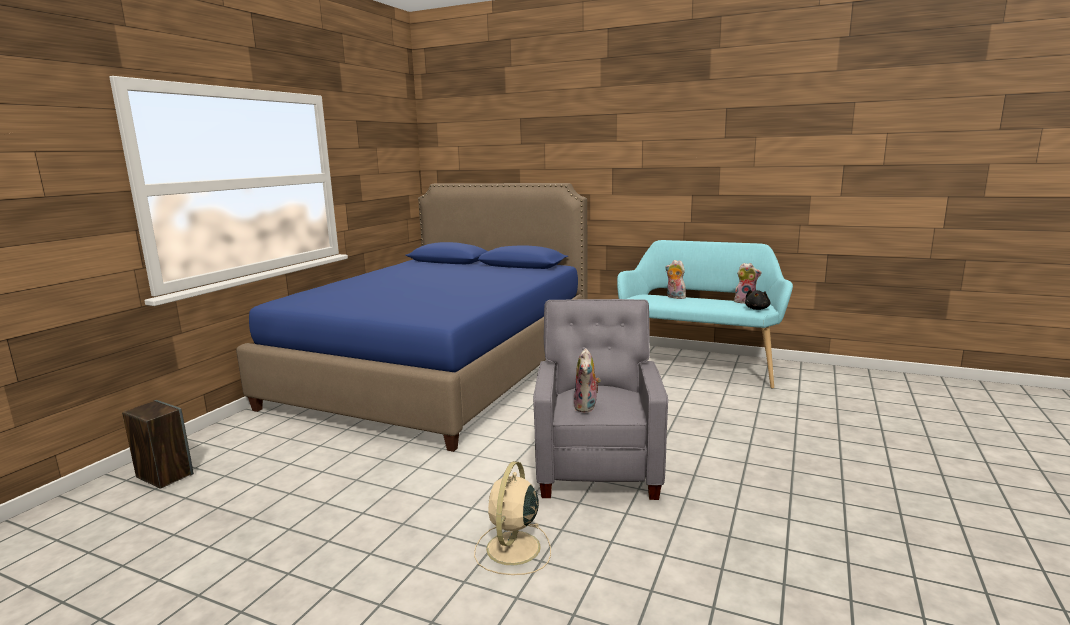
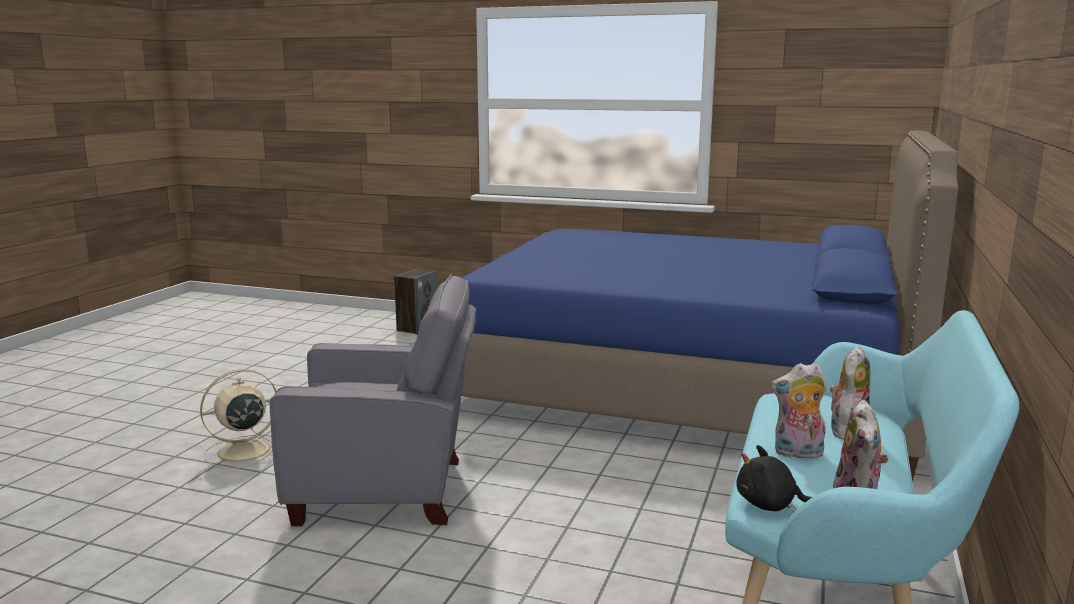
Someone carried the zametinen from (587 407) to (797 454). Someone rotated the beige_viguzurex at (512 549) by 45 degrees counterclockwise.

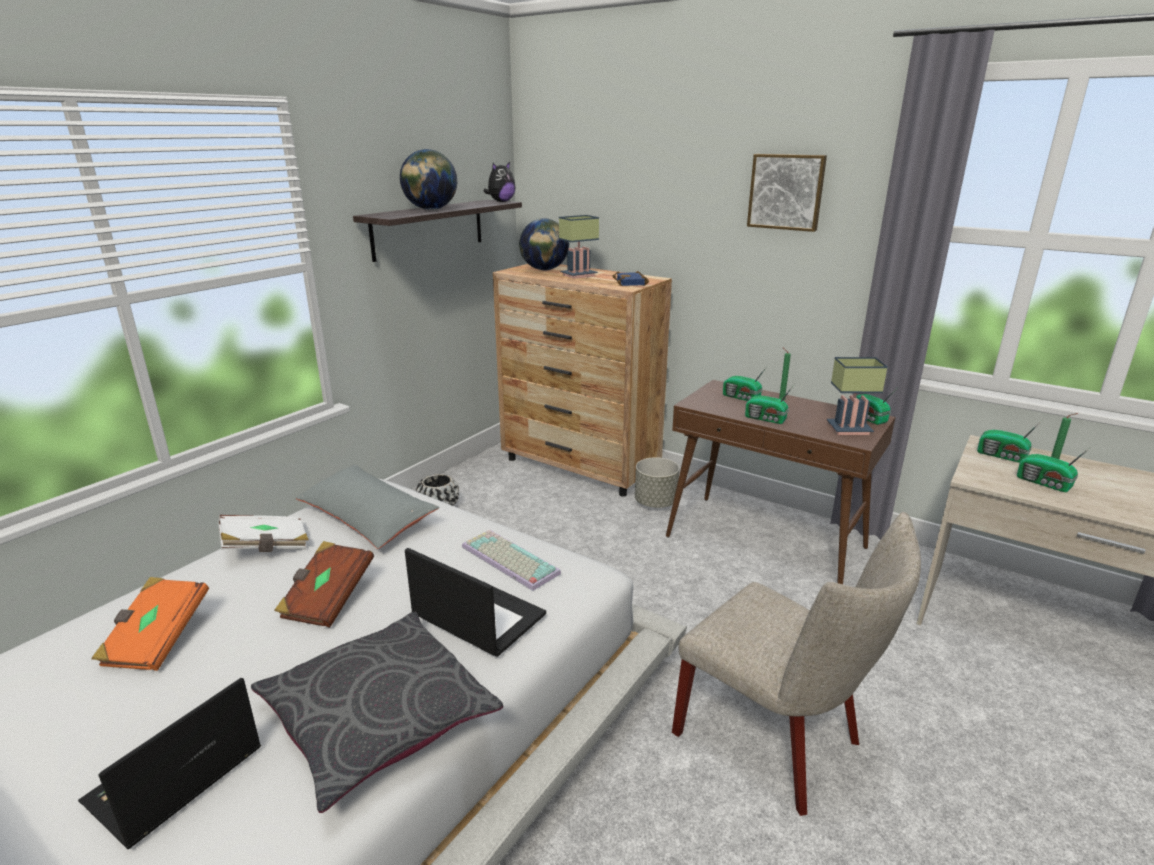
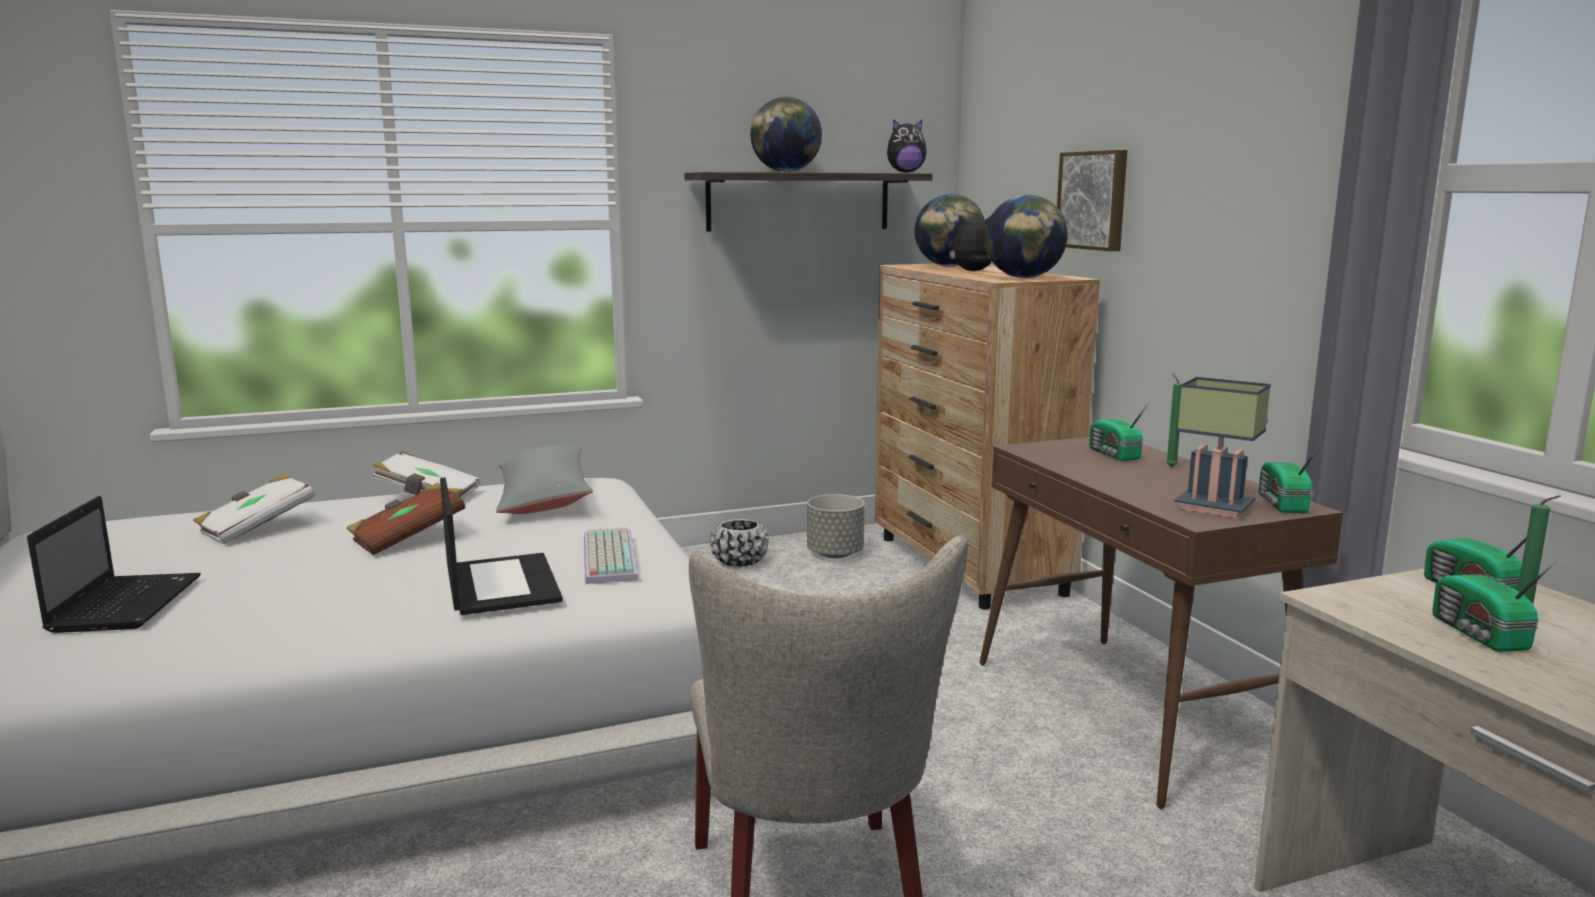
Someone took away the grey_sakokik at (378 717). Someone took away the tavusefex at (766 419). Someone carried the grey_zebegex from (655 502) to (835 554). Someone carried the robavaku from (786 192) to (1094 200). Someone swapped the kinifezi at (578 276) for the zametinen at (973 271). Someone swapped the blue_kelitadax at (632 283) for the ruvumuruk at (1023 278). Someone repainted the orange_kelitadax at (157 639), which became the white_kelitadax at (257 528). Someone rotated the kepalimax at (173 780) by 105 degrees clockwise.

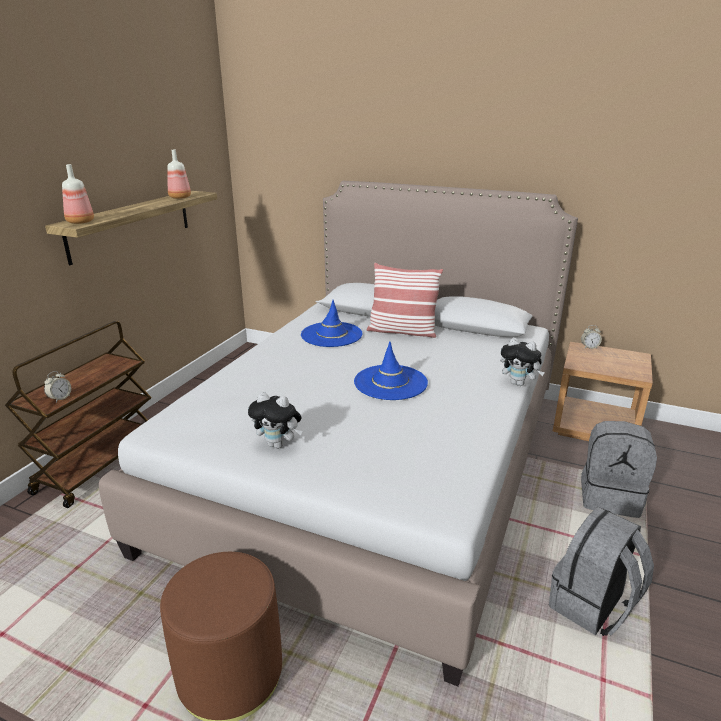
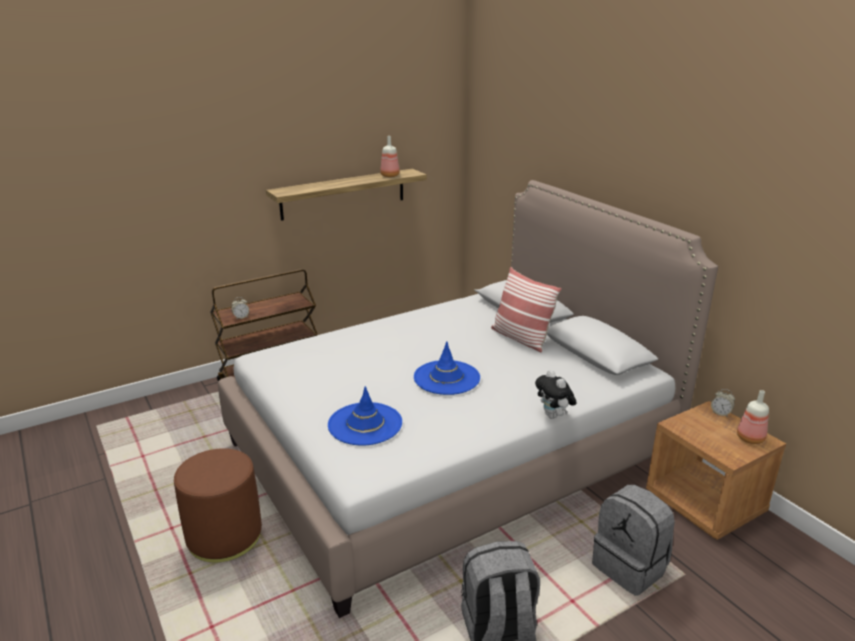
Someone took away the zametinen at (278 445). Someone carried the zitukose from (79 222) to (749 438). Someone carried the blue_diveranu from (331 335) to (365 424).

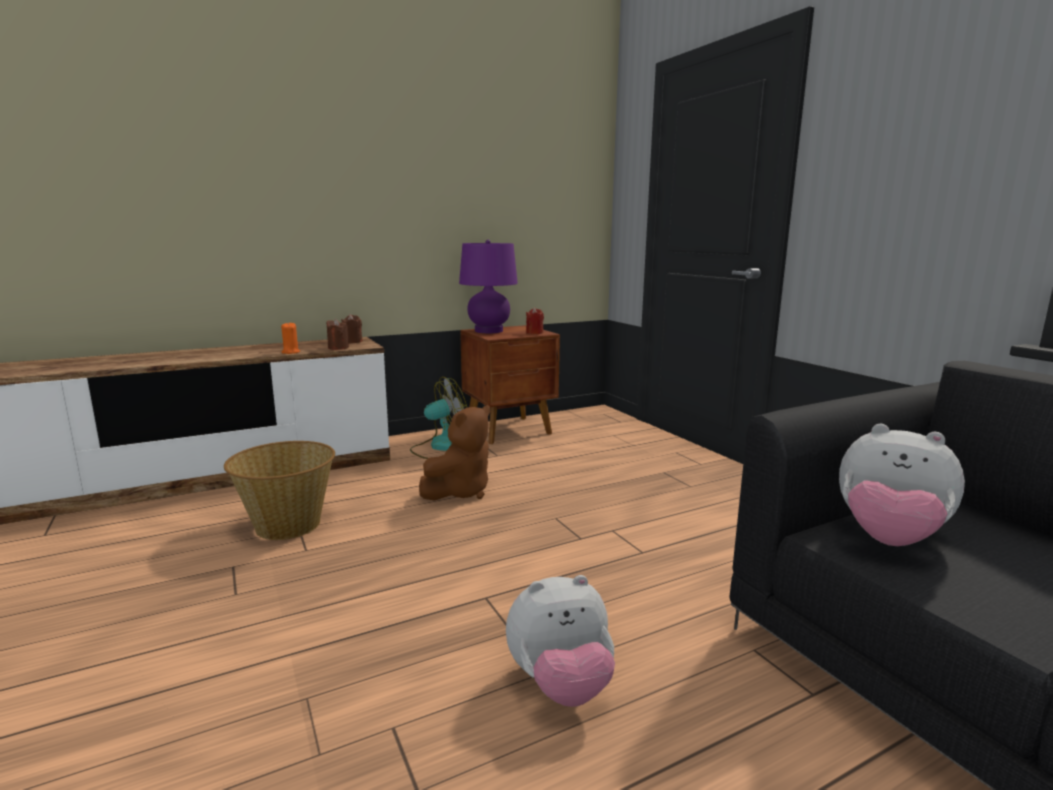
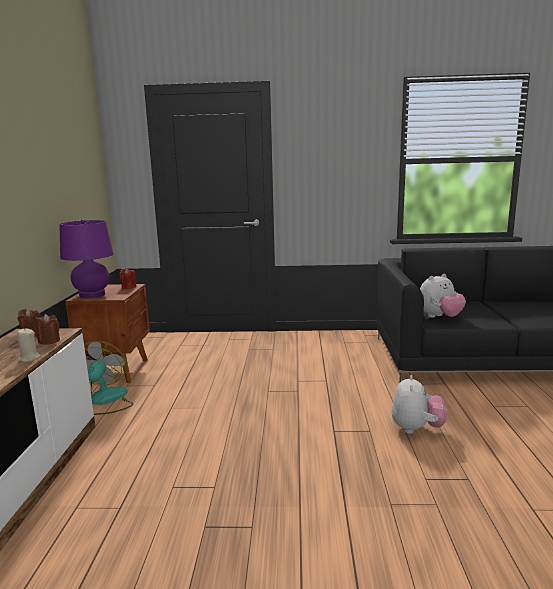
Someone took away the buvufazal at (288 524). Someone took away the brown_zametinen at (460 491). Someone repainted the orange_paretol at (290 352), which became the beige_paretol at (29 358).

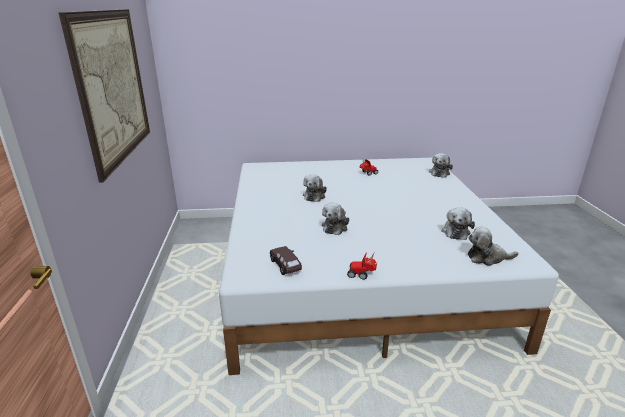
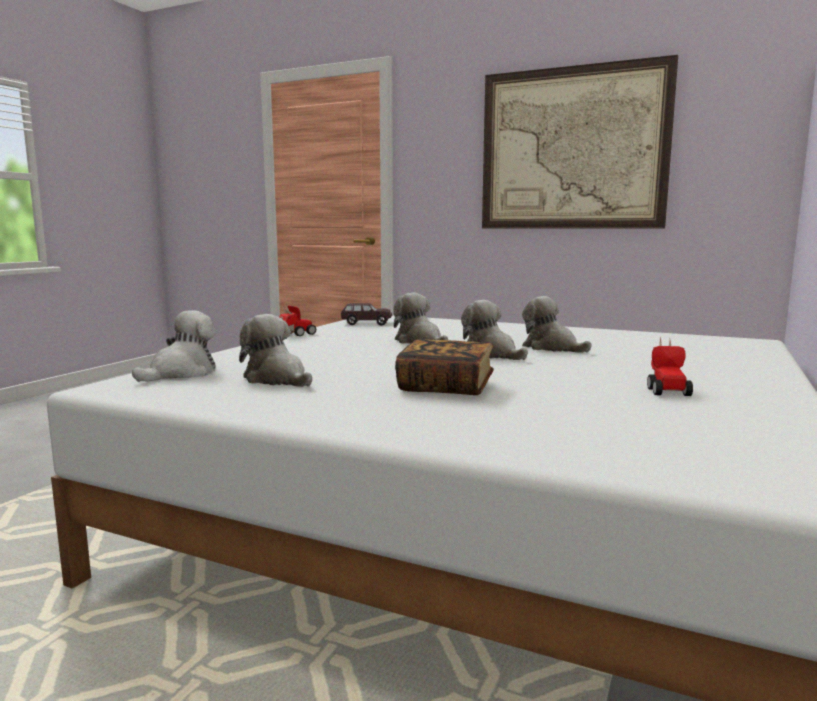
Someone put down the kelitadax at (445 387). Someone carried the zametinen from (439 173) to (491 354).

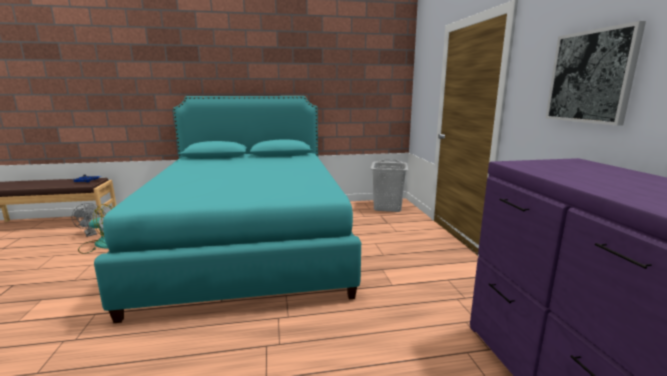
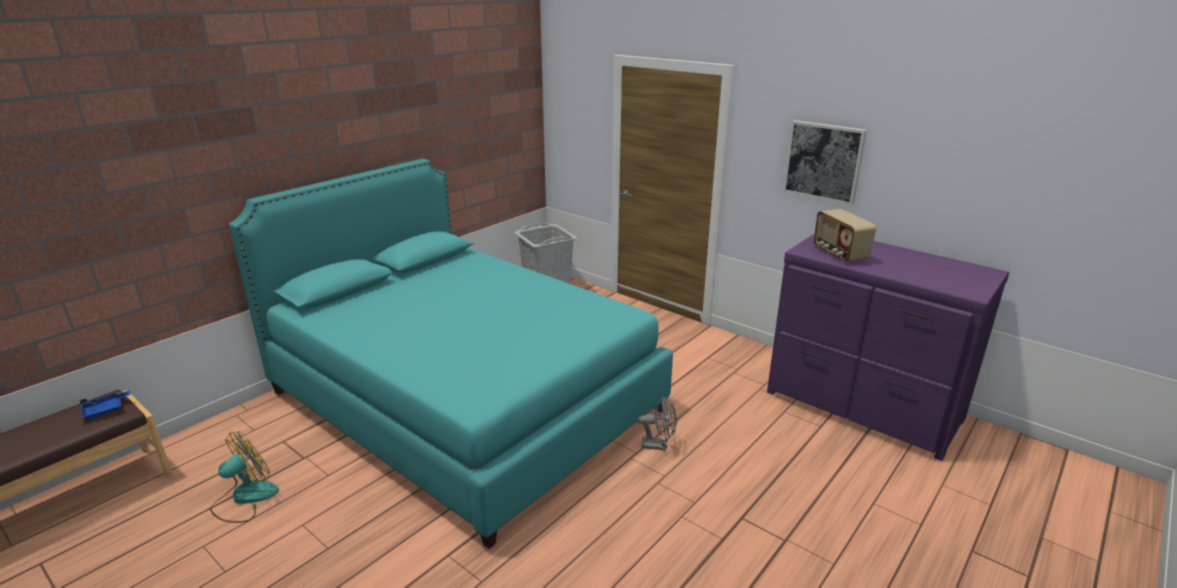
Someone put down the tavusefex at (839 254). Someone carried the grey_viguzurex from (91 234) to (658 445).

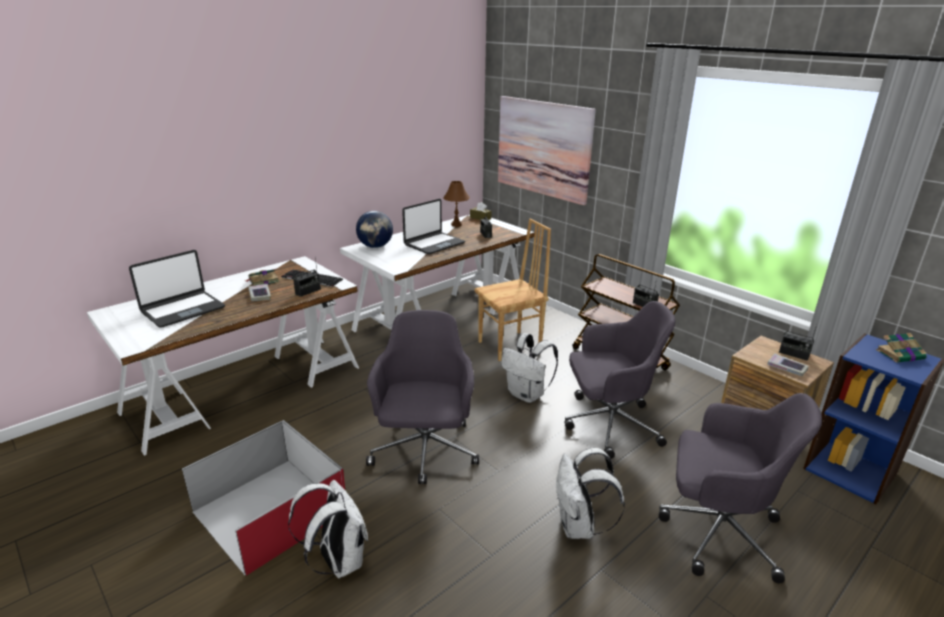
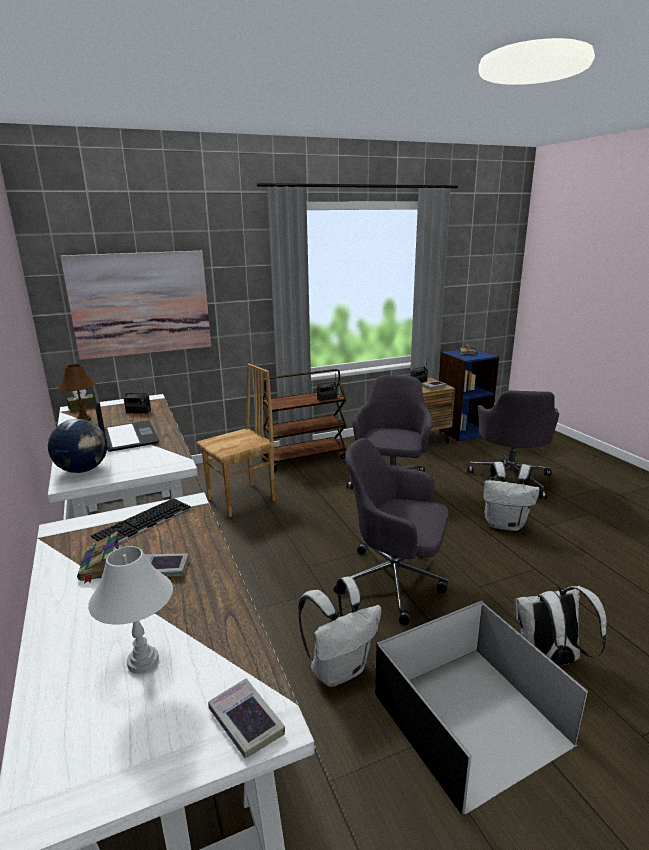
Someone took away the tavusefex at (308 291). Someone put down the kelitadax at (246 722). Someone carried the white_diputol from (527 395) to (339 669). Someone swapped the kepalimax at (182 310) for the white_kinifezi at (143 662). Someone repainted the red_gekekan at (268 510), which became the black_gekekan at (468 719). Someone rotated the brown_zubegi at (510 346) by 60 degrees clockwise. Someone rotated the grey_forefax at (717 531) by 150 degrees clockwise.

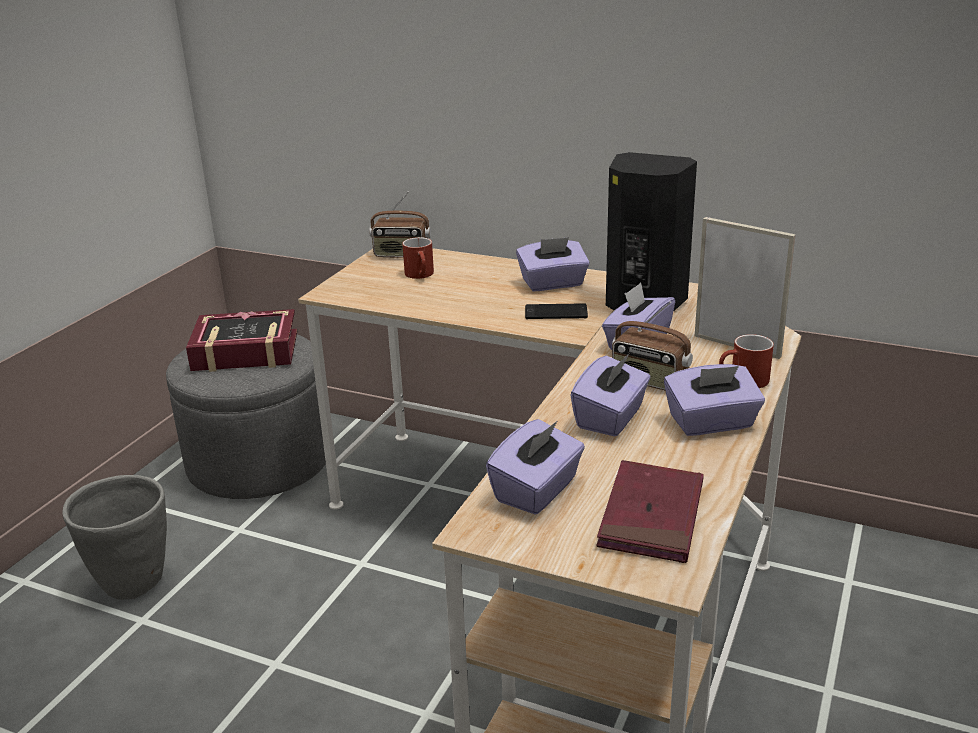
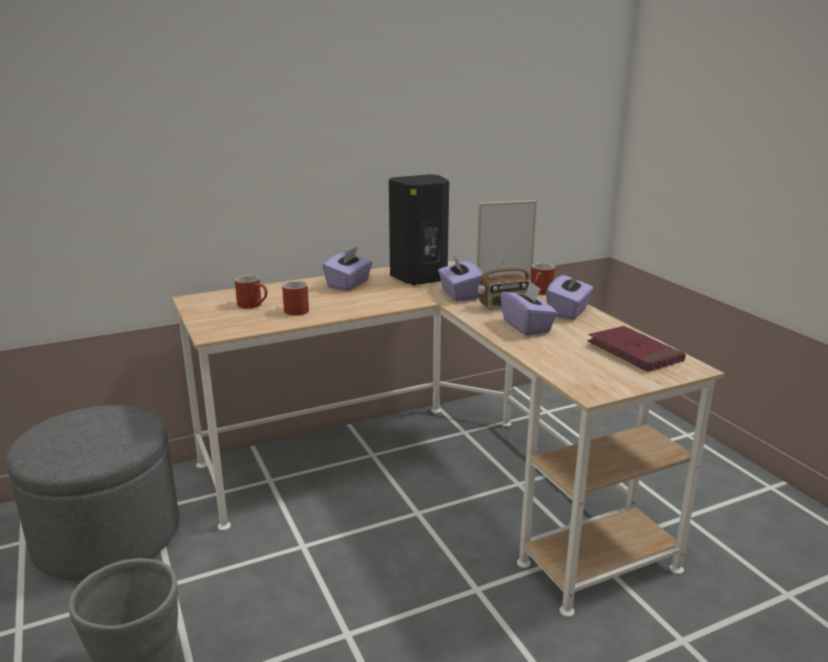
Someone took away the kelitadax at (245 351). Someone took away the tavusefex at (401 254). Someone took away the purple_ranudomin at (537 490). Someone took away the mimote at (556 312). Someone put down the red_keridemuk at (294 309).

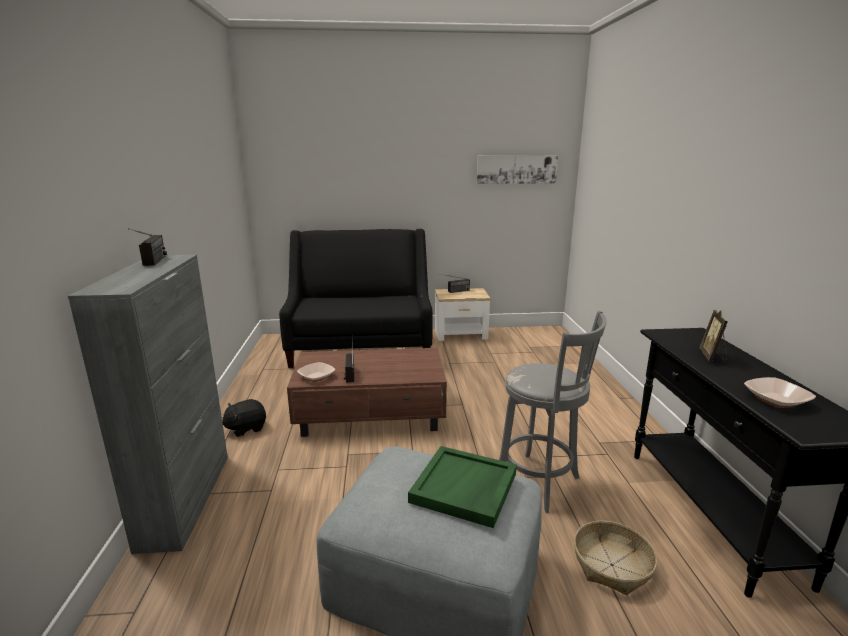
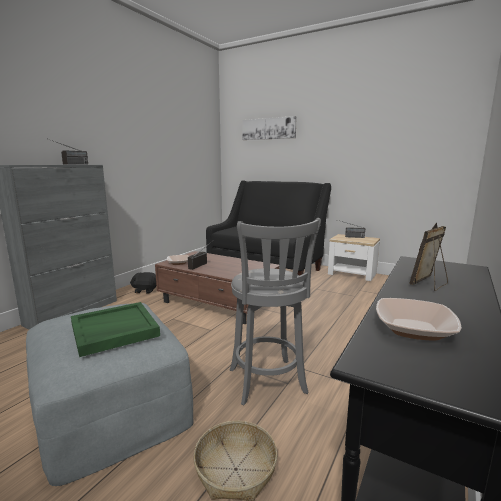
Someone carried the robavaku from (516 169) to (268 128).

